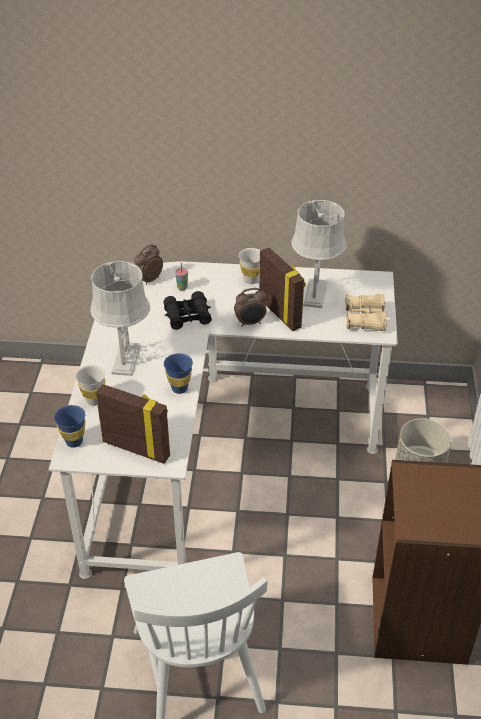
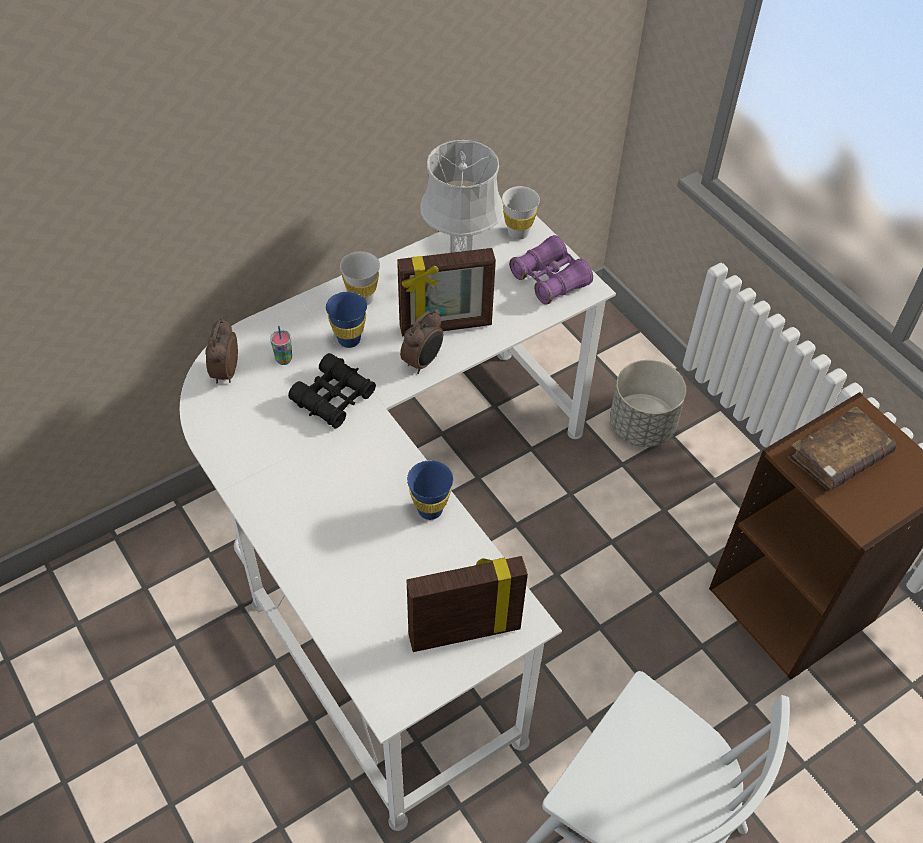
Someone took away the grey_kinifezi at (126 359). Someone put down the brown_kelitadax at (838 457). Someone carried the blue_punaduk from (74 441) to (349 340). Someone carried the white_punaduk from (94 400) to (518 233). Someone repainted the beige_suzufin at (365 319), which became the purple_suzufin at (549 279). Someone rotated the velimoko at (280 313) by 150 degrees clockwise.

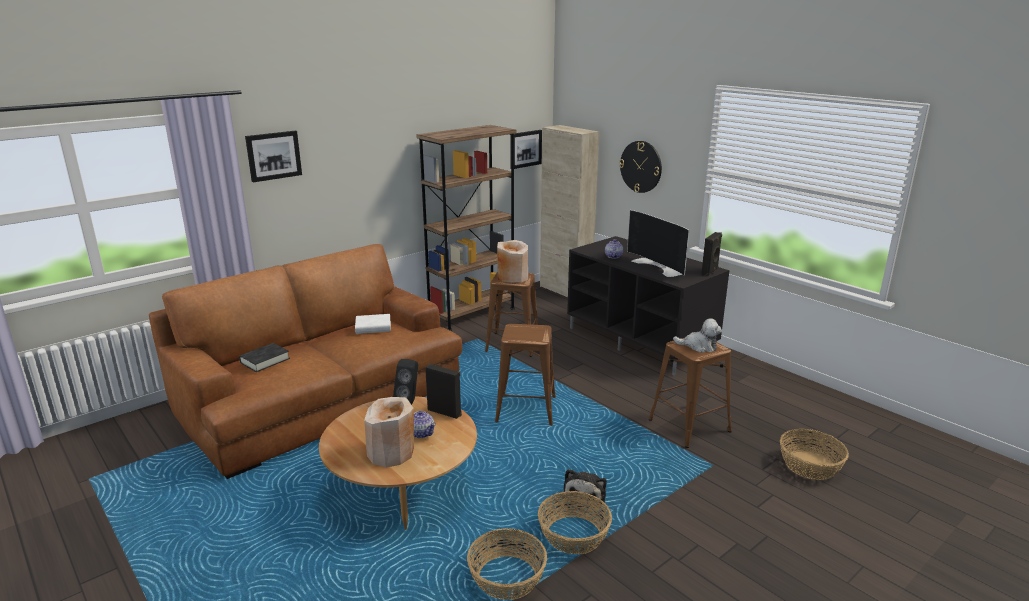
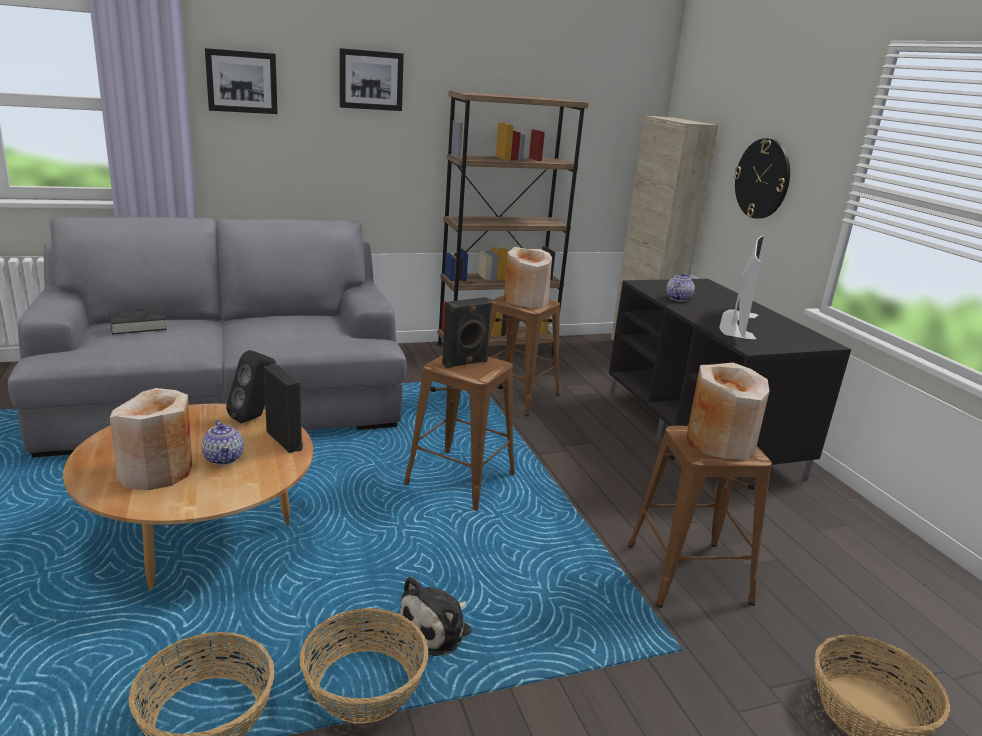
Someone took away the white_kelitadax at (373 327). Someone carried the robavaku from (525 149) to (371 80). Someone carried the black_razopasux from (710 272) to (465 363). Someone swapped the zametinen at (699 346) for the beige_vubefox at (719 444). Someone repainted the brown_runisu at (320 399), which became the grey_runisu at (227 399). Someone rotated the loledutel at (658 266) by 150 degrees counterclockwise.

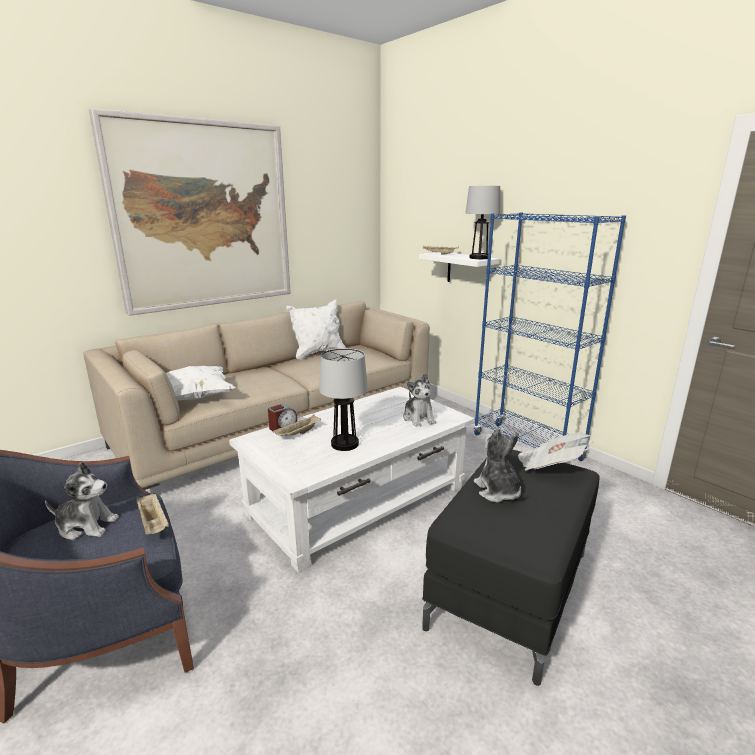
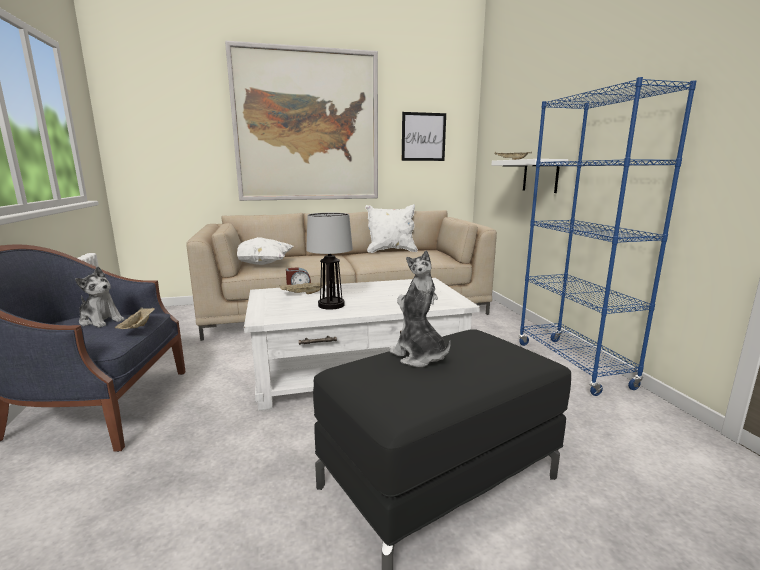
Someone took away the kinifezi at (479 258). Someone took away the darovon at (550 466). Someone put up the robavaku at (423 137). Someone rotated the zametinen at (497 491) by 45 degrees counterclockwise.

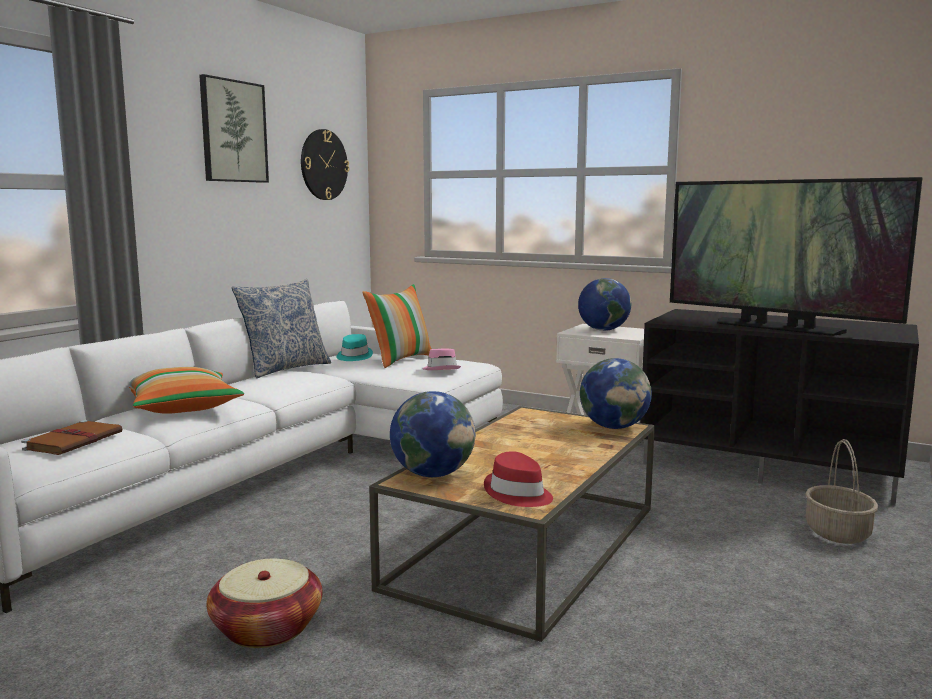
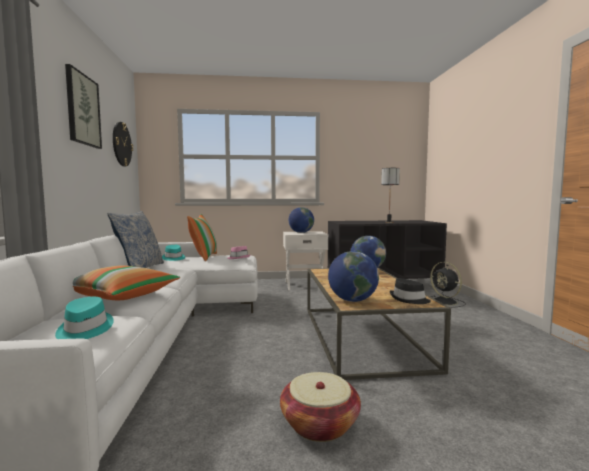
Someone swapped the brown_kelitadax at (75 441) for the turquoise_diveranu at (84 330). Someone swapped the loledutel at (776 327) for the kinifezi at (389 222). Someone swapped the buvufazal at (838 533) for the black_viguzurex at (445 302). Someone repainted the red_diveranu at (518 494), which became the black_diveranu at (409 299).

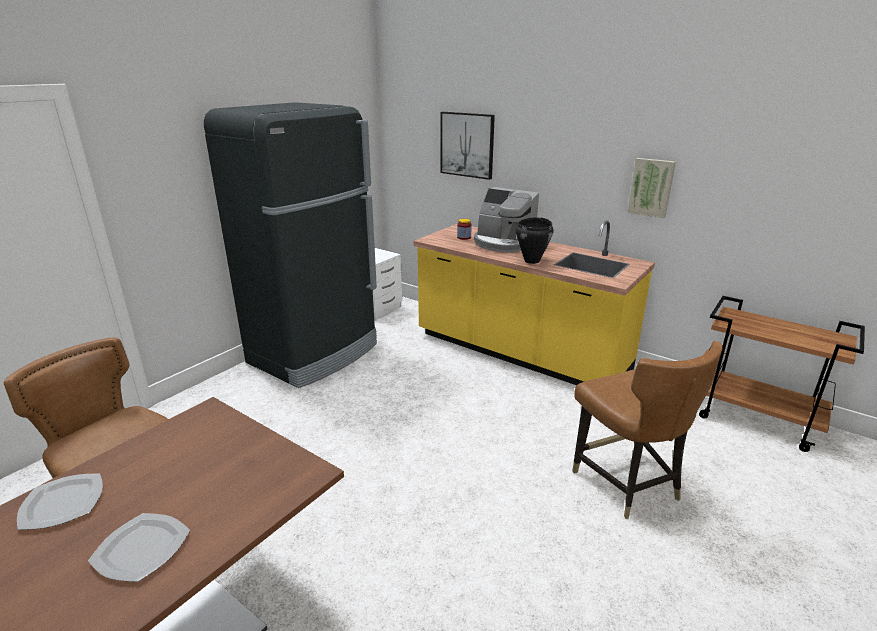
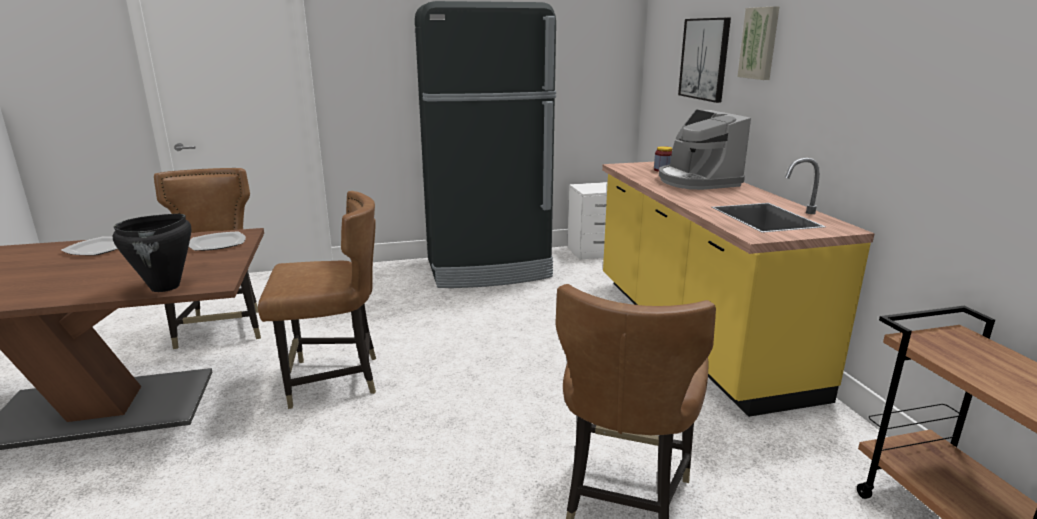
Someone put down the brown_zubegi at (333 379). Someone carried the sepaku from (142 549) to (217 244). Someone carried the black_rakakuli from (532 261) to (165 287). Someone carried the robavaku from (651 187) to (760 43).

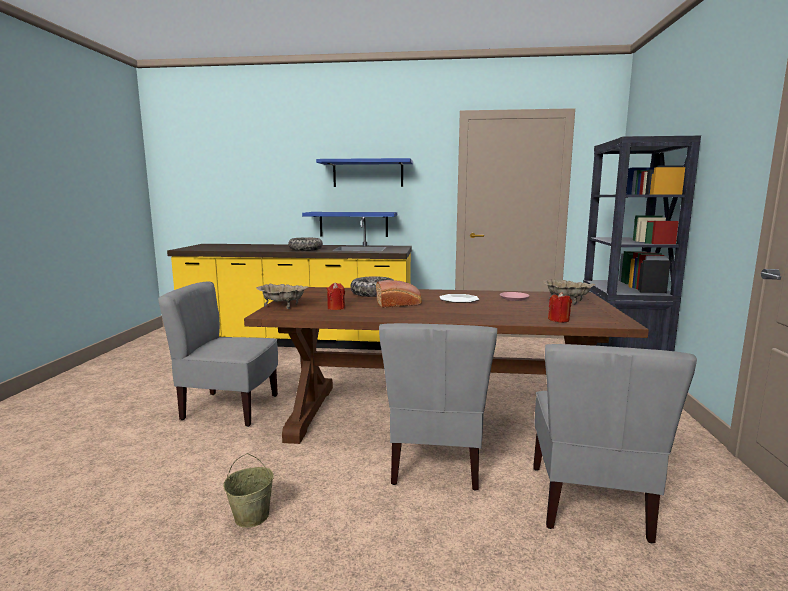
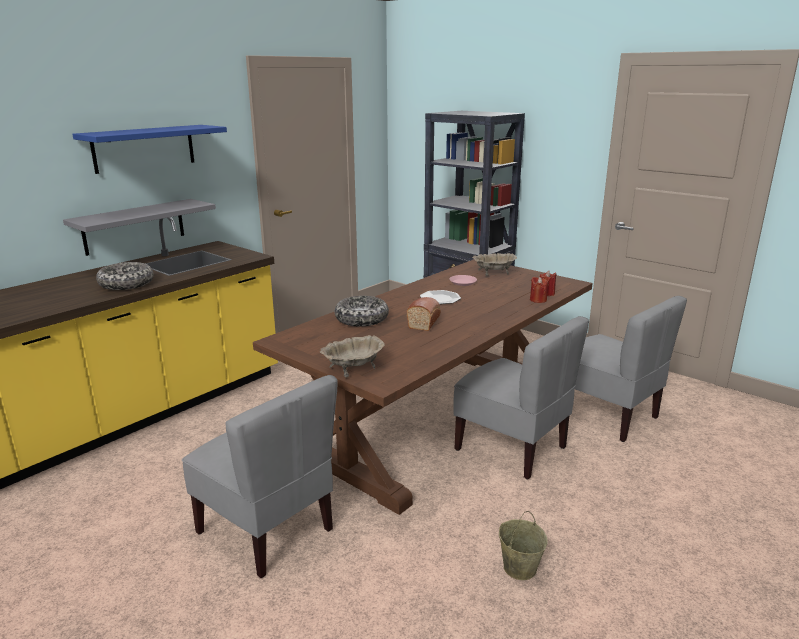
Someone carried the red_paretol from (336 308) to (538 300). Someone repainted the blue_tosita at (353 224), which became the grey_tosita at (134 226). Someone rotated the grey_zubegi at (230 408) by 90 degrees counterclockwise.

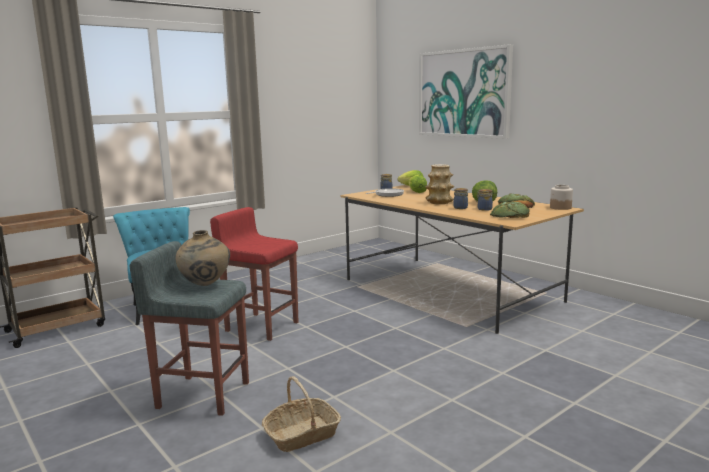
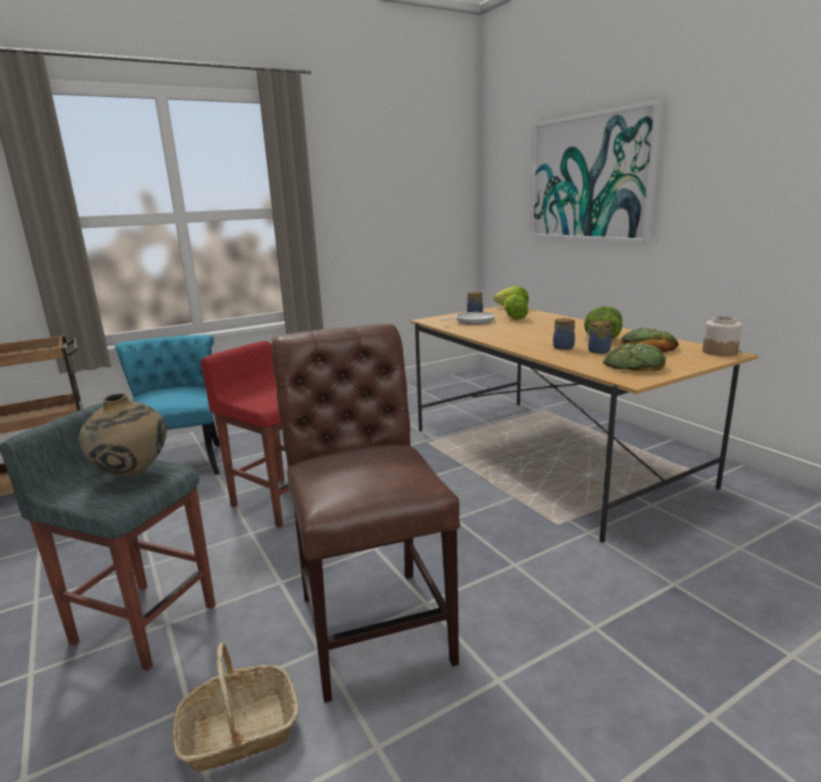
Someone took away the vubefox at (439 202). Someone put down the brown_zubegi at (373 620).

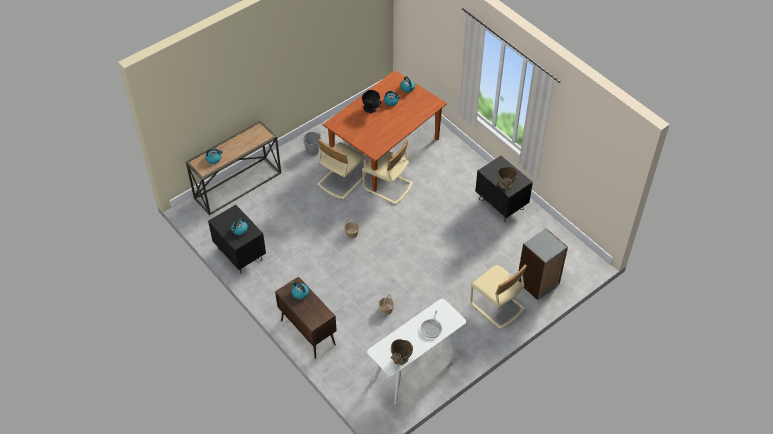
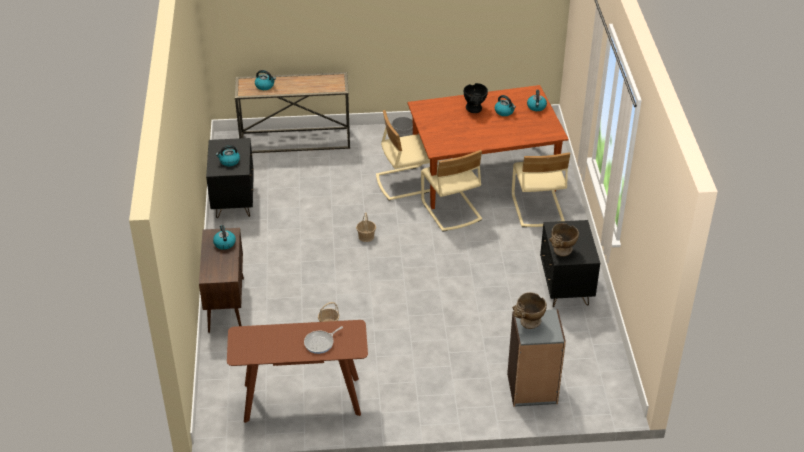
Someone carried the beige_vubefox from (400 360) to (528 324). Someone carried the beige_zubegi from (496 306) to (537 209). Someone repainted the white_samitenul at (416 369), which became the brown_samitenul at (302 400).

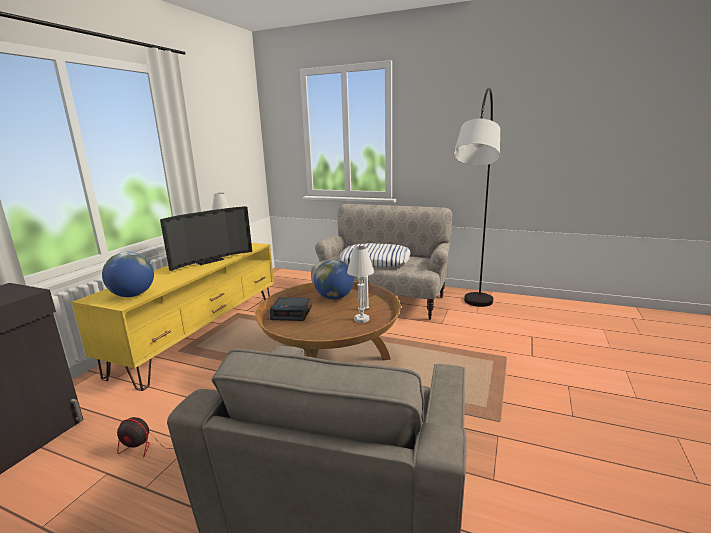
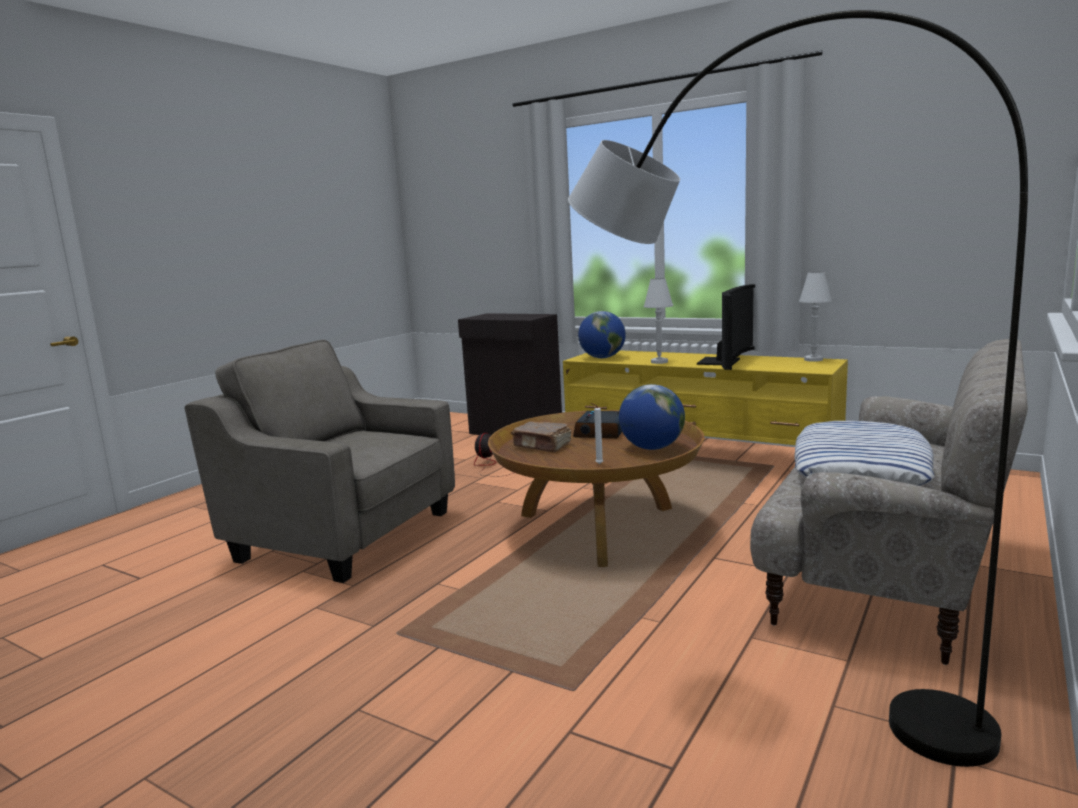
Someone put down the brown_kelitadax at (542 446). Someone carried the white_kinifezi from (361 319) to (659 362). Someone rotated the loledutel at (208 261) by 120 degrees counterclockwise.

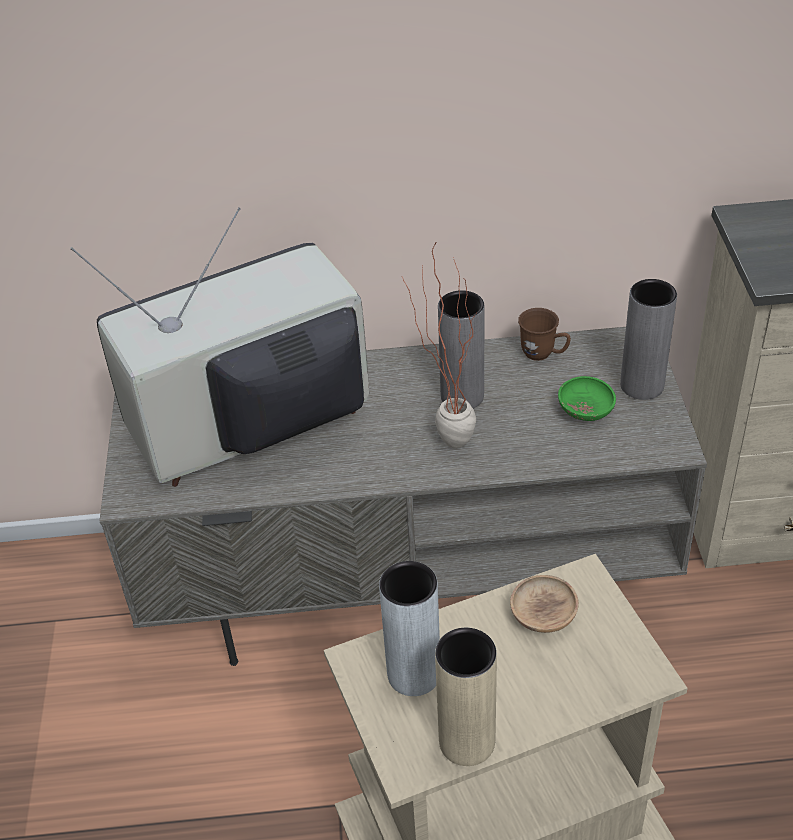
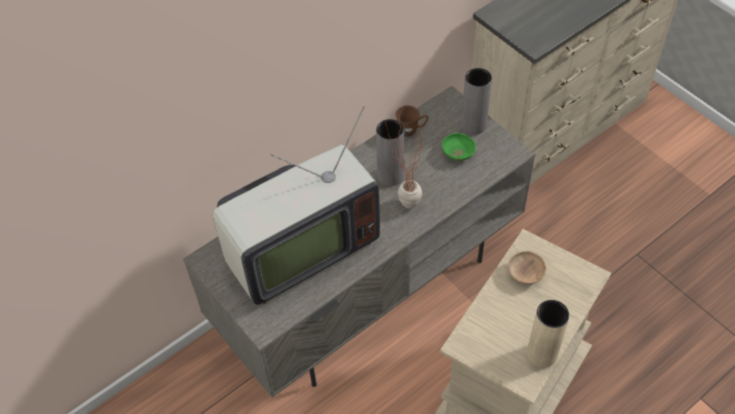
Someone took away the grey_vubefox at (414 674). Someone rotated the loledutel at (258 428) by 150 degrees counterclockwise.

